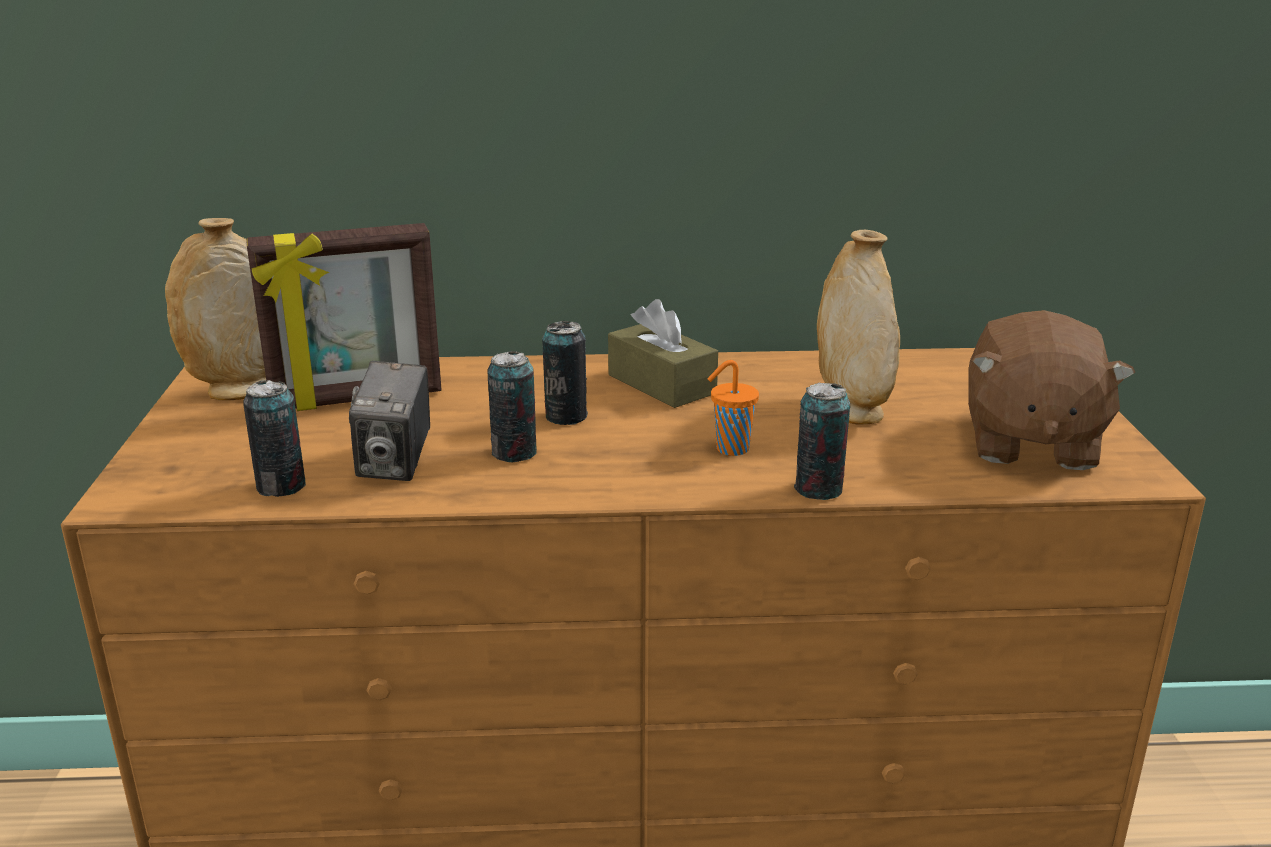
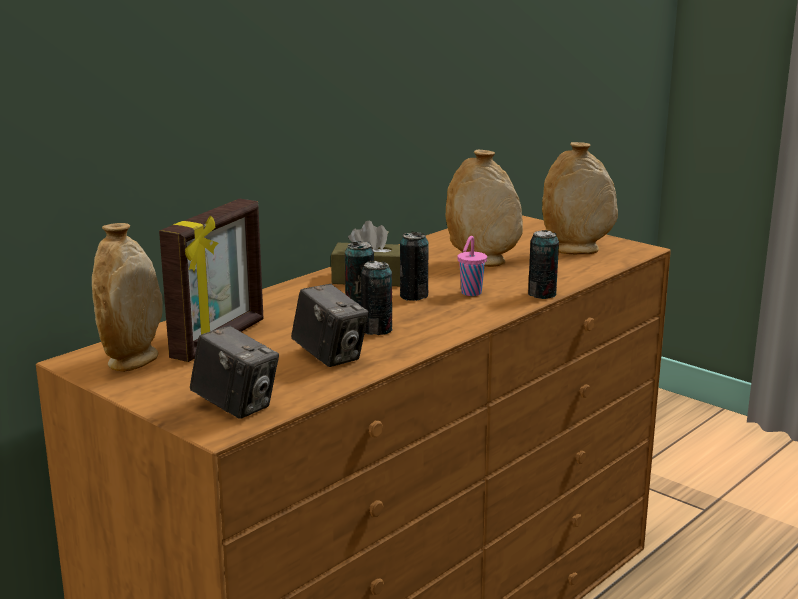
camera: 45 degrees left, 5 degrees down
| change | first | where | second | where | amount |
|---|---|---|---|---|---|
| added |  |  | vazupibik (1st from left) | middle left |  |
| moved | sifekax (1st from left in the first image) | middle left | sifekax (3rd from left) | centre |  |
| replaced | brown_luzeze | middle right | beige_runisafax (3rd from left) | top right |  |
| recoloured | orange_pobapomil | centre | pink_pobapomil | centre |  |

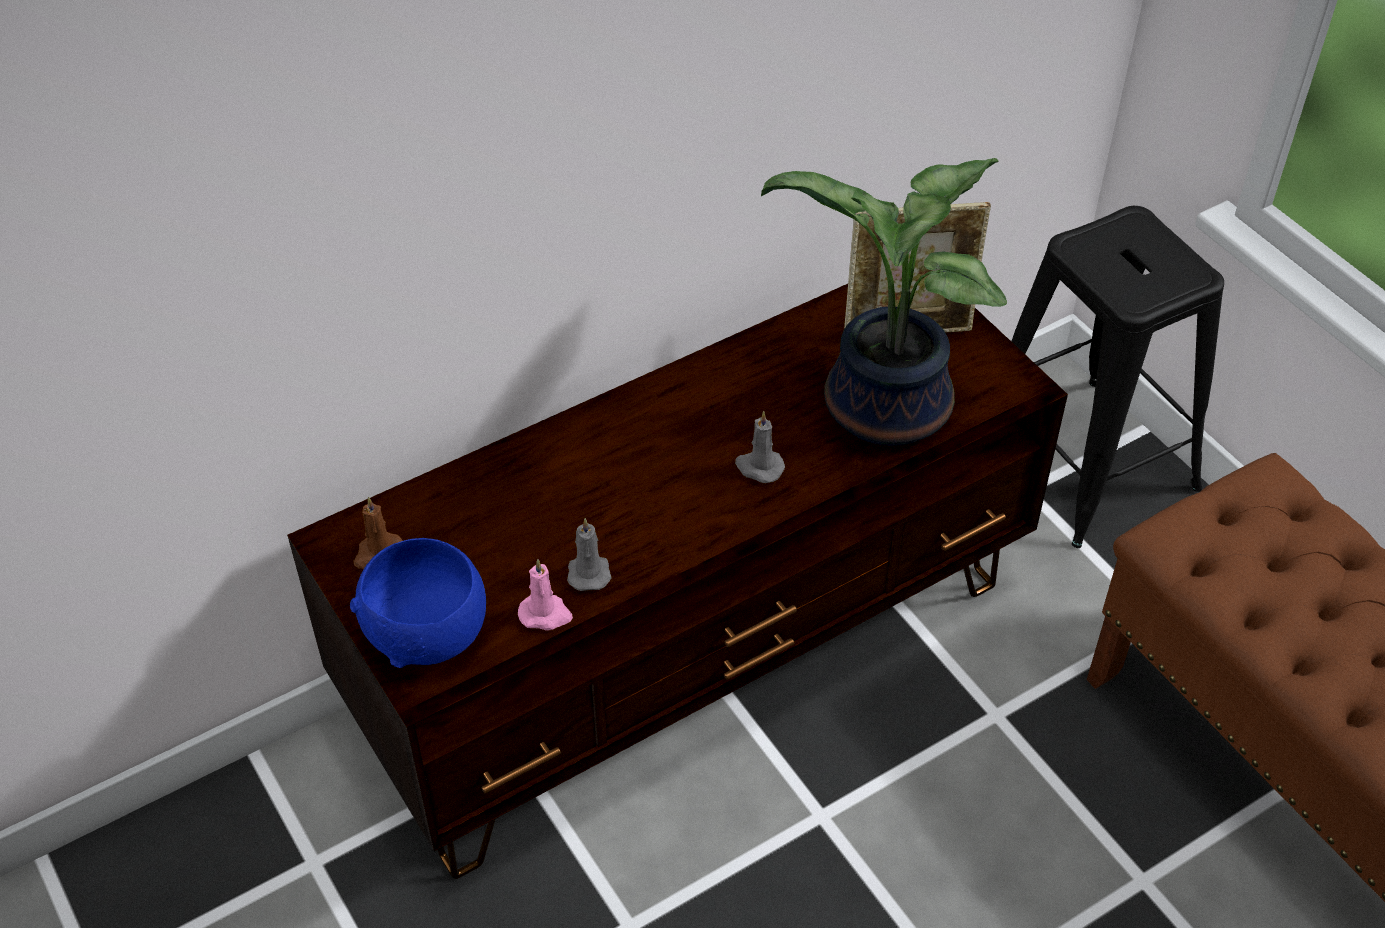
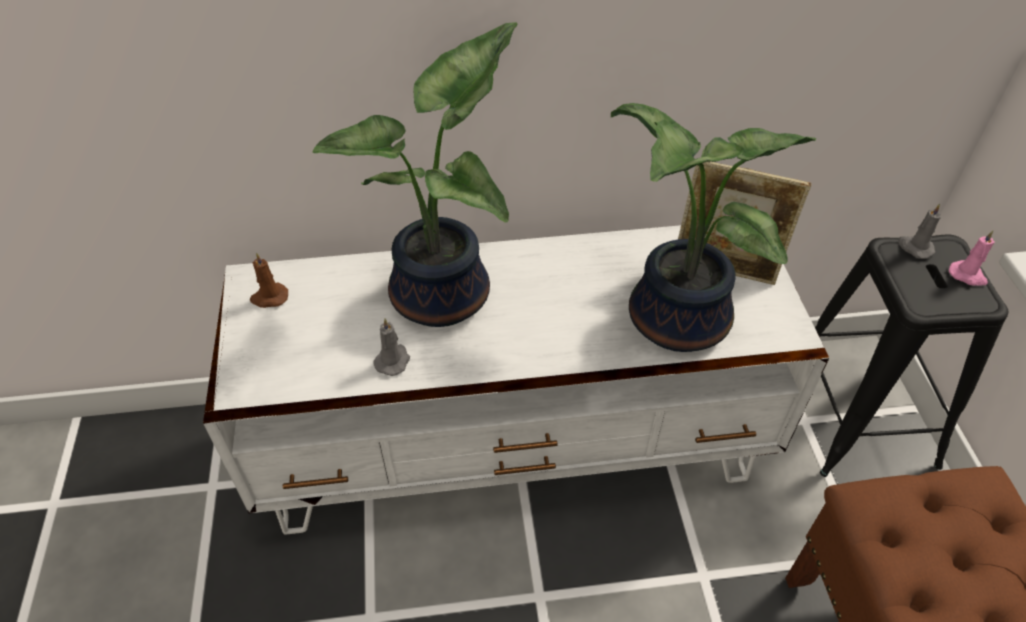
camera: 25 degrees right, 0 degrees up
| change | first | where | second | where | amount |
|---|---|---|---|---|---|
| removed | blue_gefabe | middle left |  |  |  |
| added |  |  | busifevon (1st from left) | top centre |  |
| moved | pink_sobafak | centre |  | middle right |  |
| moved | grey_sobafak (2nd from left) | centre |  | middle right |  |
| recoloured | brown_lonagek | centre | white_lonagek | centre |  |

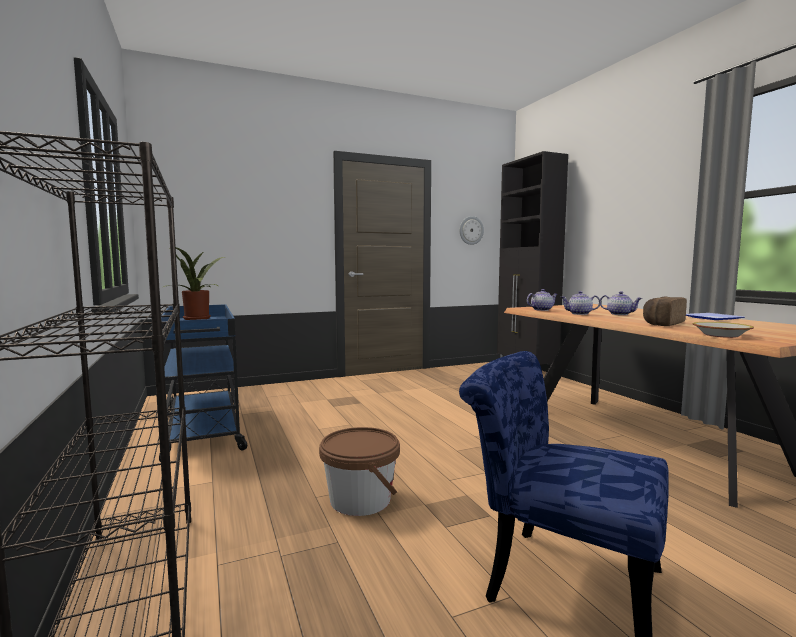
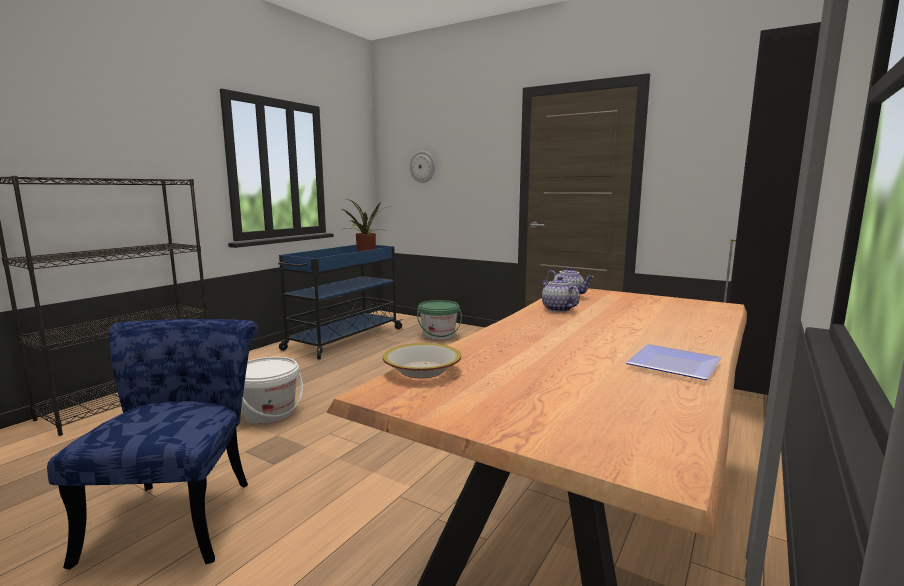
camera: 55 degrees right, 5 degrees up
| change | first | where | second | where | amount |
|---|---|---|---|---|---|
| removed | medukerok (3rd from left) | middle right |  |  |  |
| removed | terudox | middle right |  |  |  |
| added |  |  | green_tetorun | centre |  |
| moved | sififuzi | centre |  | top centre |  |
| recoloured | brown_tetorun | bottom centre | white_tetorun | middle left |  |

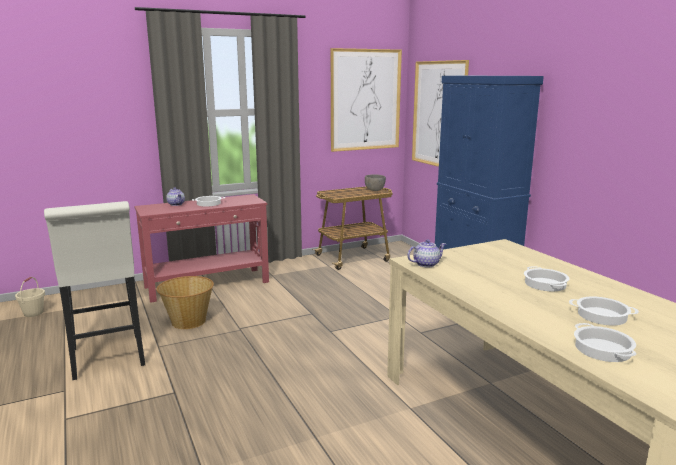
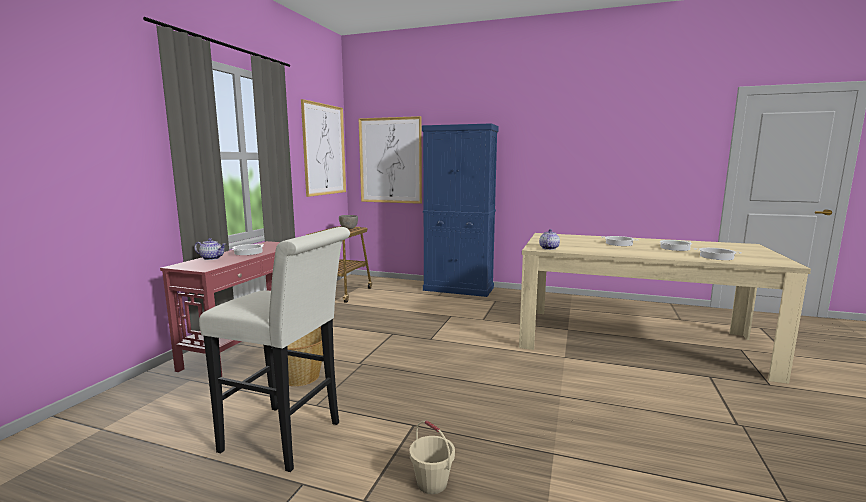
camera: 45 degrees left, 5 degrees down
| change | first | where | second | where | amount |
|---|---|---|---|---|---|
| moved | beige_tetorun | middle left |  | bottom centre |  |

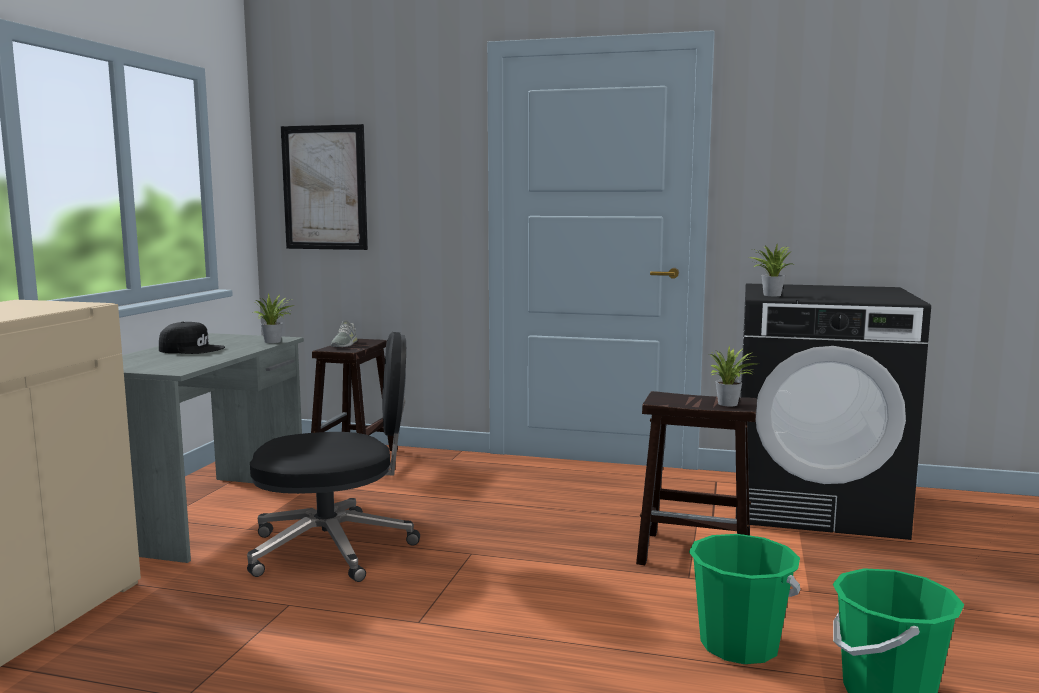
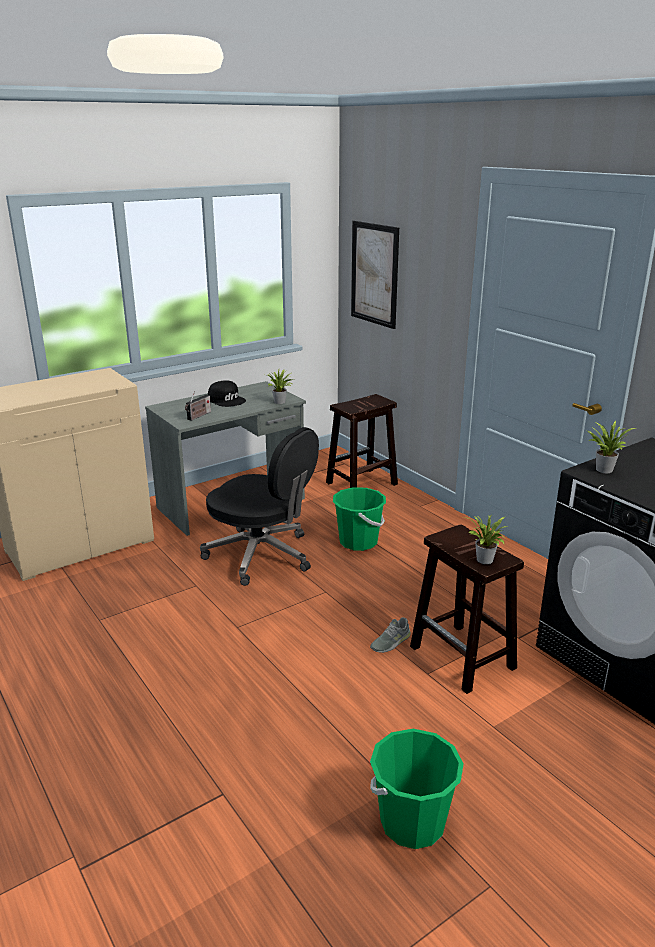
camera: 40 degrees right, 15 degrees up
| change | first | where | second | where | amount |
|---|---|---|---|---|---|
| added |  |  | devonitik | middle left |  |
| moved | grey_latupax | middle left |  | bottom centre |  |
| moved | green_tetorun (1st from left) | bottom right |  | centre |  |

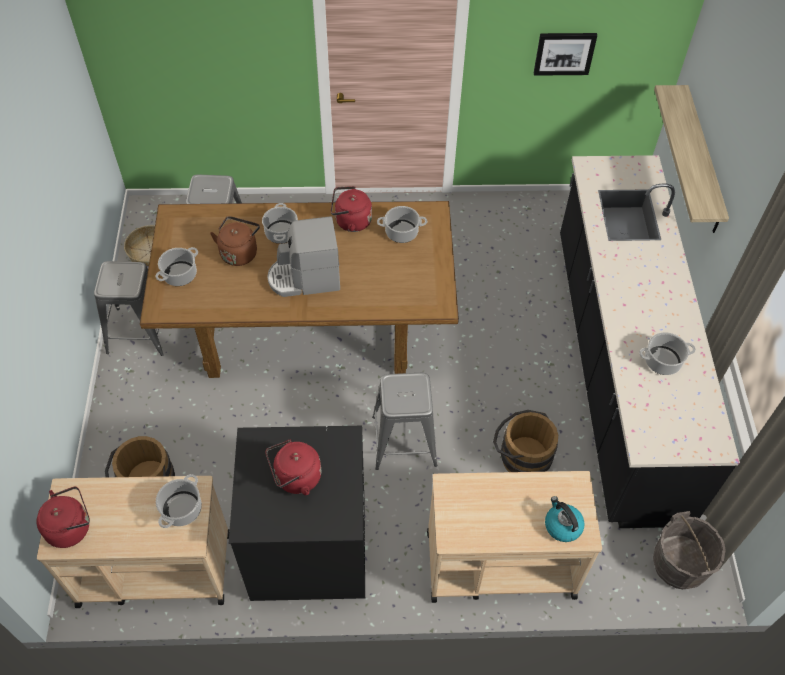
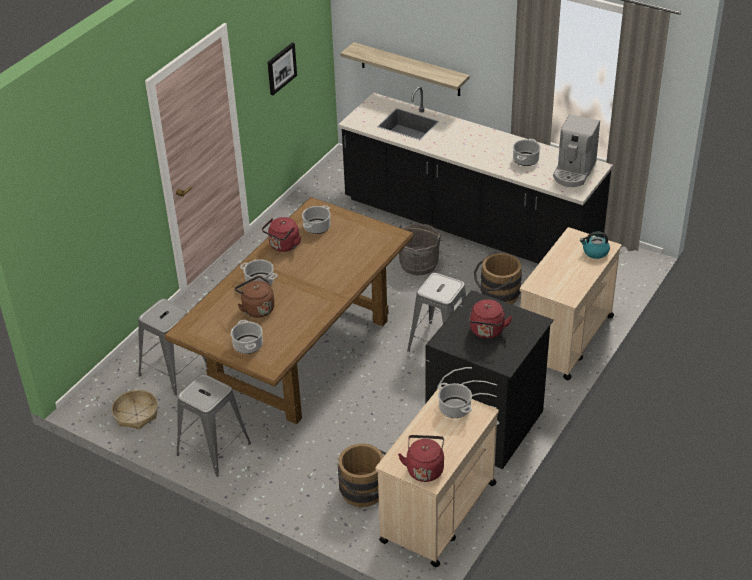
camera: 55 degrees left, 15 degrees down
| change | first | where | second | where | amount |
|---|---|---|---|---|---|
| moved | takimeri | centre |  | top right |  |
| moved | grey_tetorun | bottom right |  | centre |  |

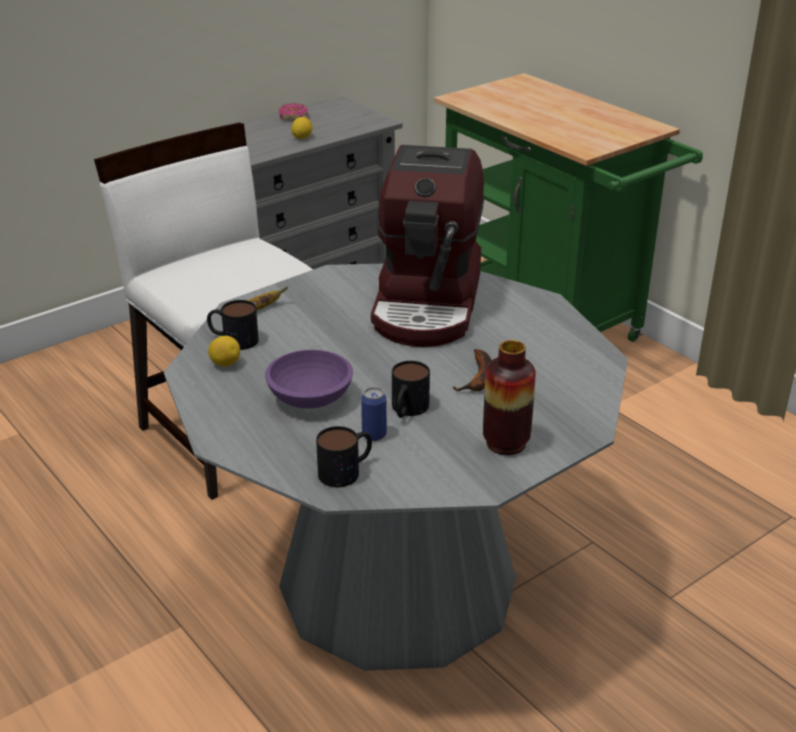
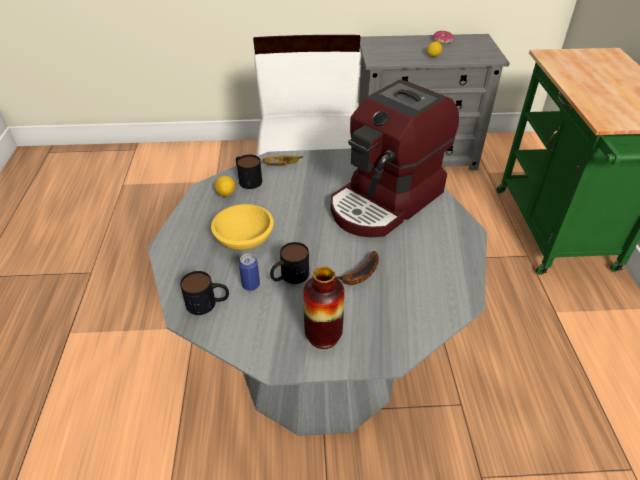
camera: 35 degrees right, 10 degrees up
| change | first | where | second | where | amount |
|---|---|---|---|---|---|
| recoloured | purple_gefabe | centre | yellow_gefabe | centre |  |

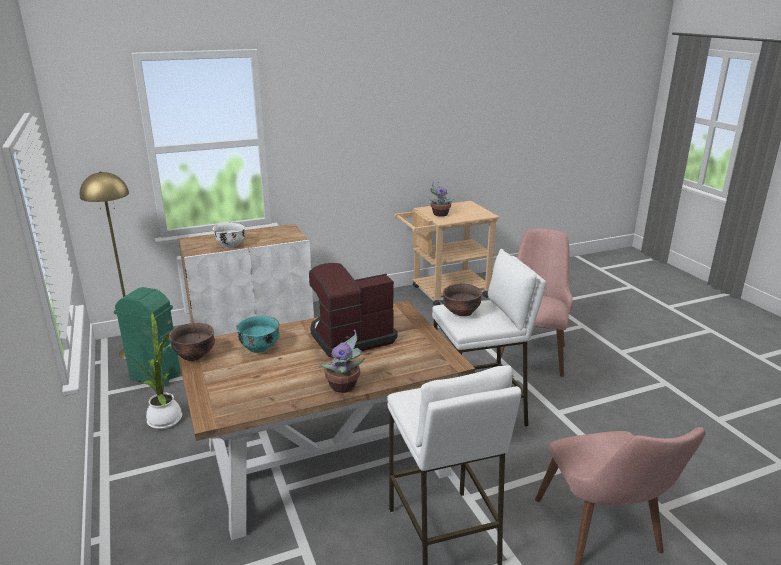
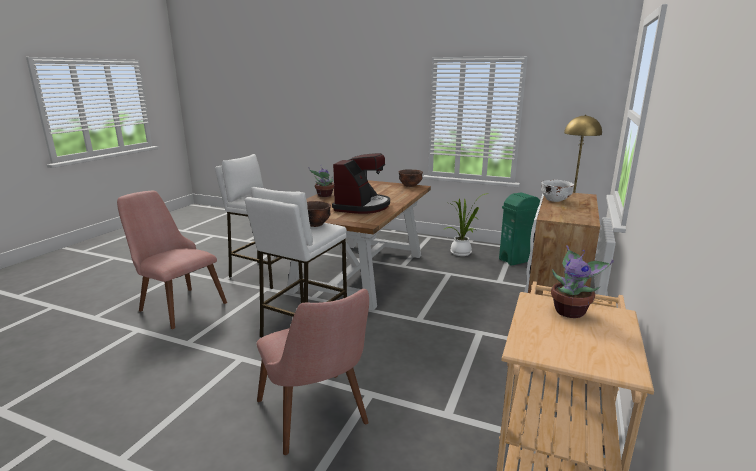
camera: 135 degrees right, 5 degrees down
| change | first | where | second | where | amount |
|---|---|---|---|---|---|
| removed | turquoise_gefabe | middle left |  |  |  |

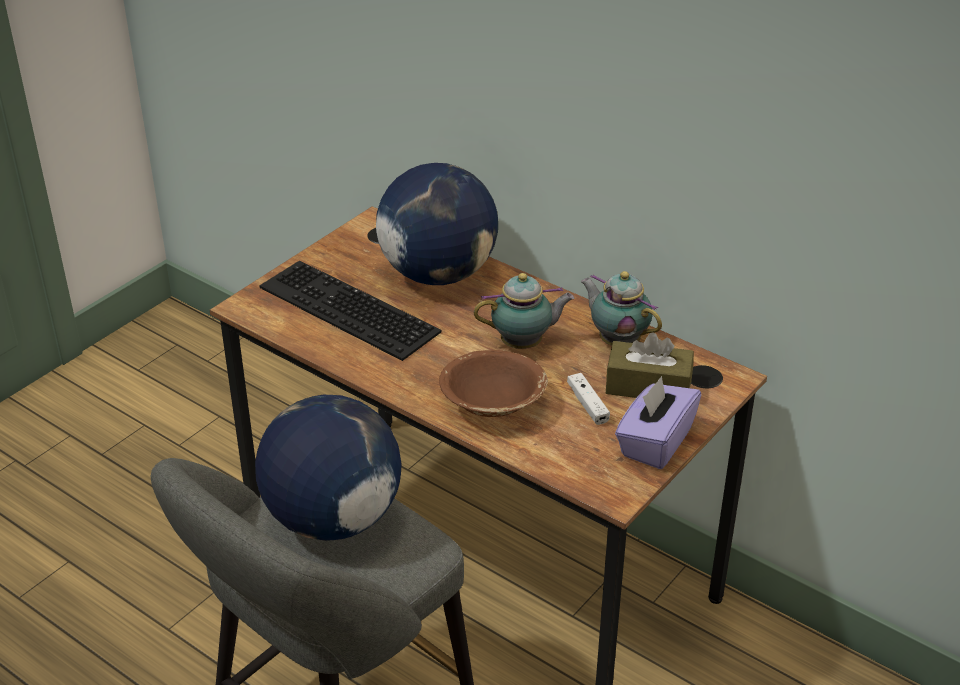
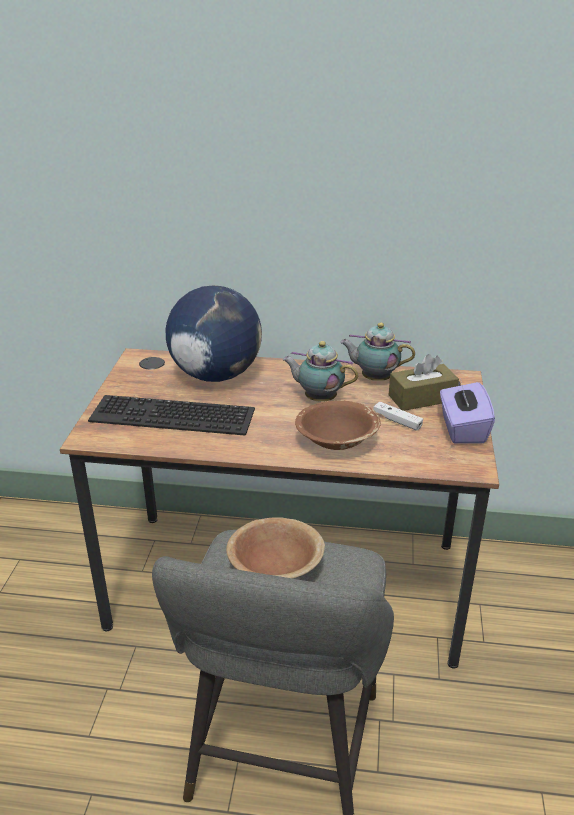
camera: 30 degrees left, 5 degrees down
| change | first | where | second | where | amount |
|---|---|---|---|---|---|
| replaced | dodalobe (1st from left) | bottom centre | brown_gefabe (1st from left) | bottom centre |  |
| turned | medukerok (1st from left) | centre |  | centre | 120 degrees counterclockwise |

